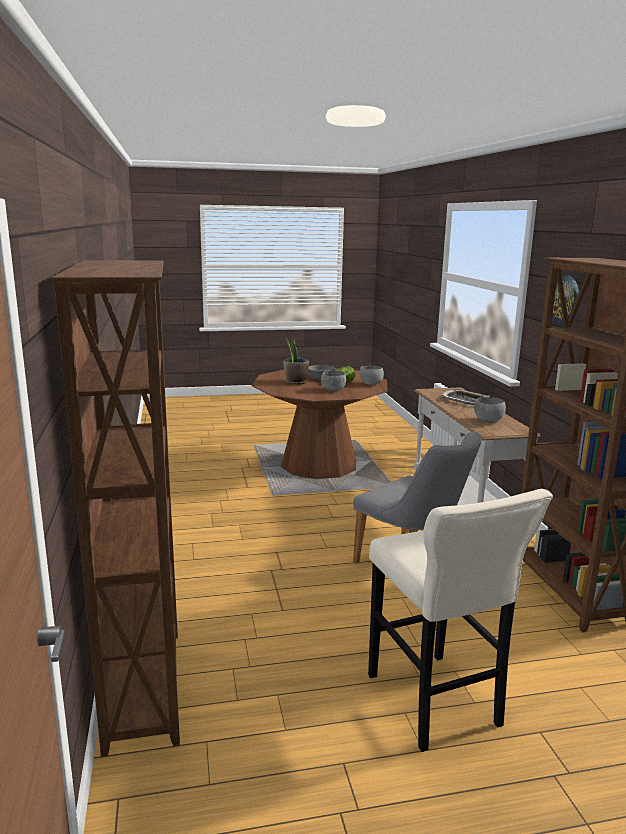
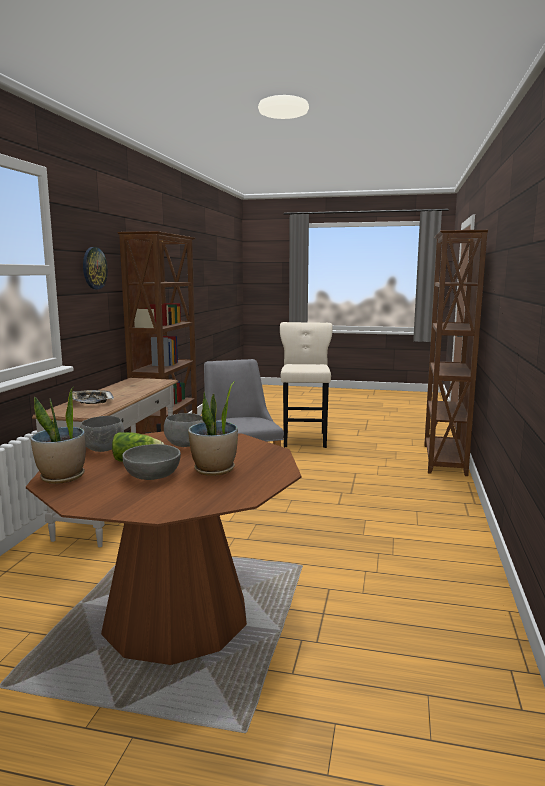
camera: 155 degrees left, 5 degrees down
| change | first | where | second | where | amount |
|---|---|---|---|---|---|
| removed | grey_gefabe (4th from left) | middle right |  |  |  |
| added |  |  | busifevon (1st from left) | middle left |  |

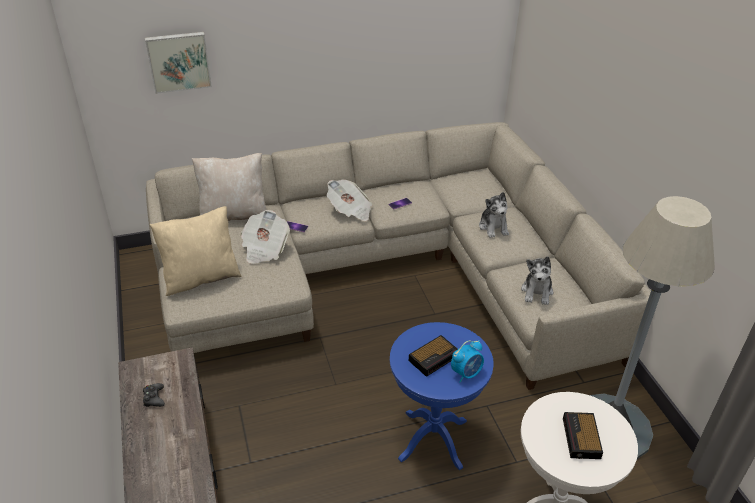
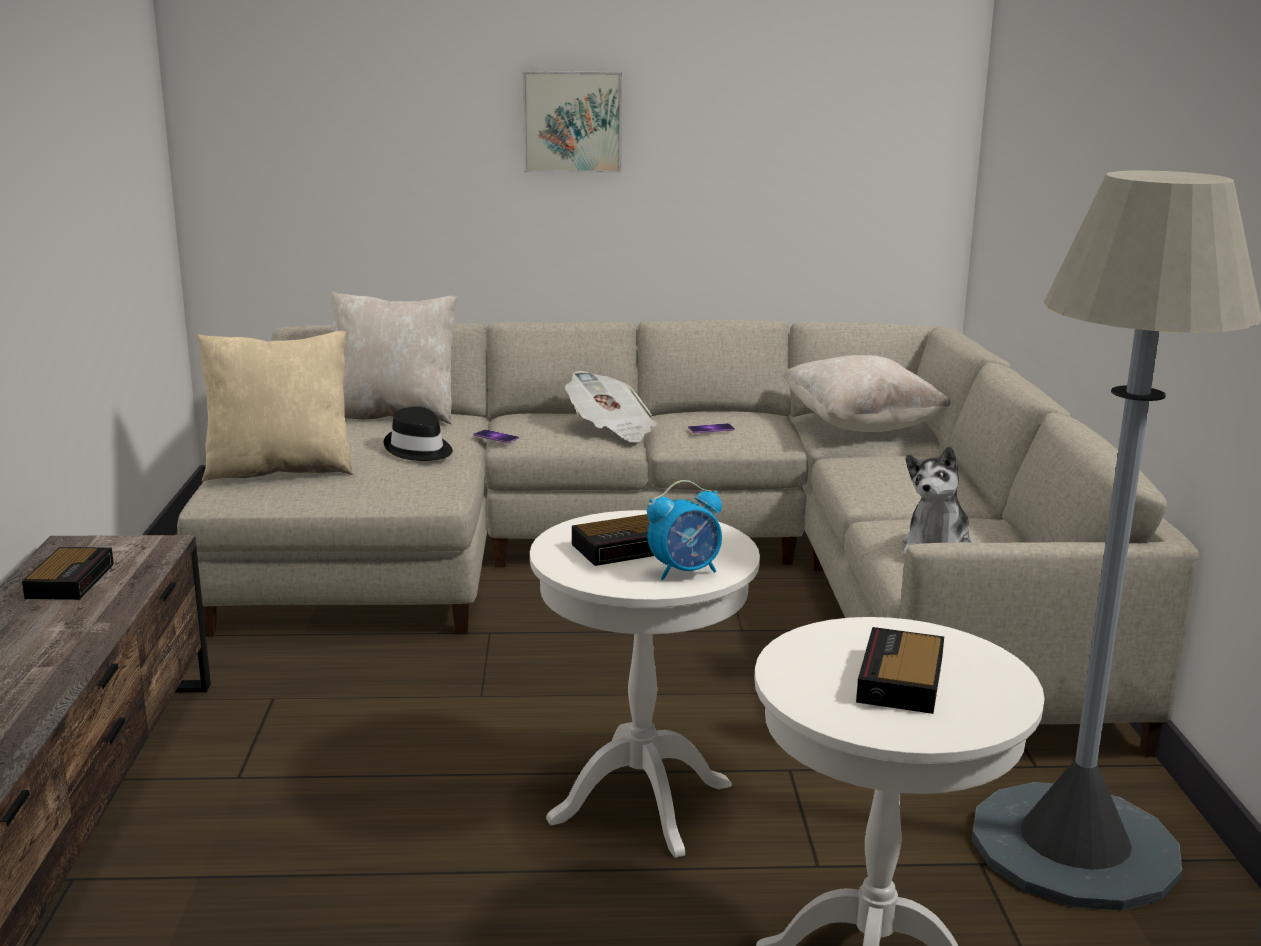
camera: 15 degrees right, 20 degrees down
| change | first | where | second | where | amount |
|---|---|---|---|---|---|
| removed | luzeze (1st from left) | centre |  |  |  |
| added |  |  | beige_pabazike (3rd from left) | middle right |  |
| moved | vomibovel | top left |  | top centre |  |
| replaced | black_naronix | bottom left | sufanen (1st from left) | middle left |  |
| replaced | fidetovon (1st from left) | centre | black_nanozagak | middle left |  |
| recoloured | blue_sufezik | bottom centre | white_sufezik (1st from left) | bottom centre |  |

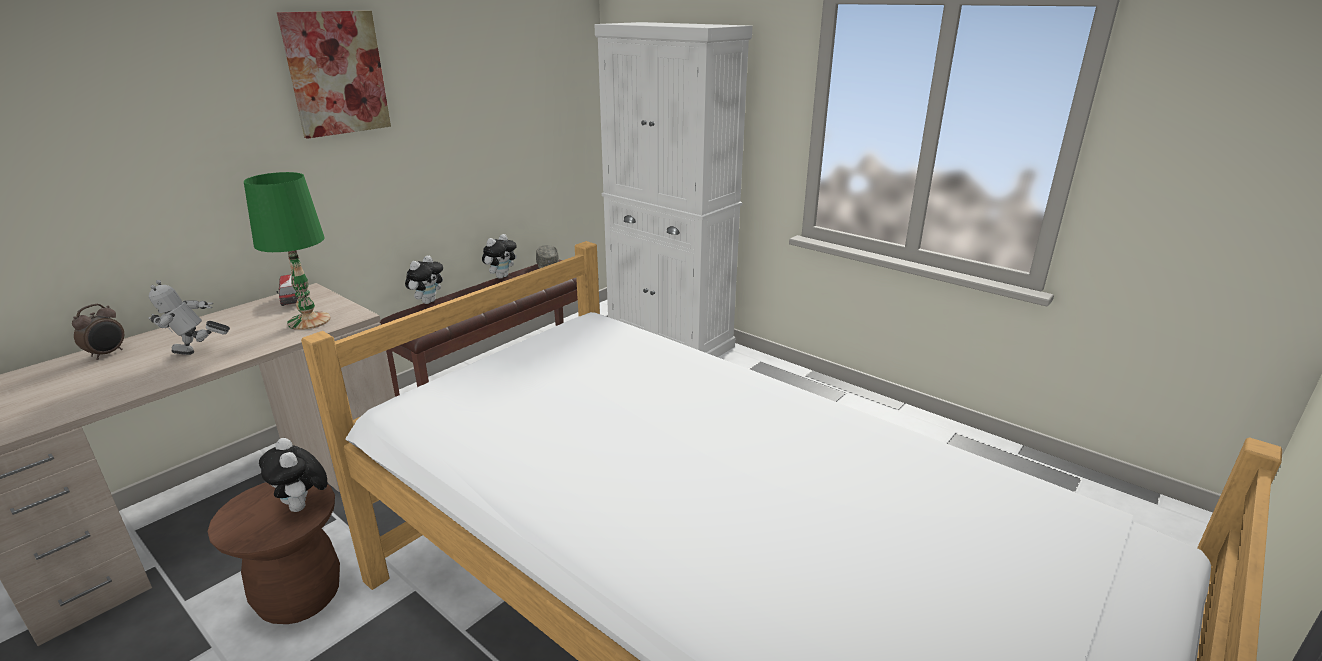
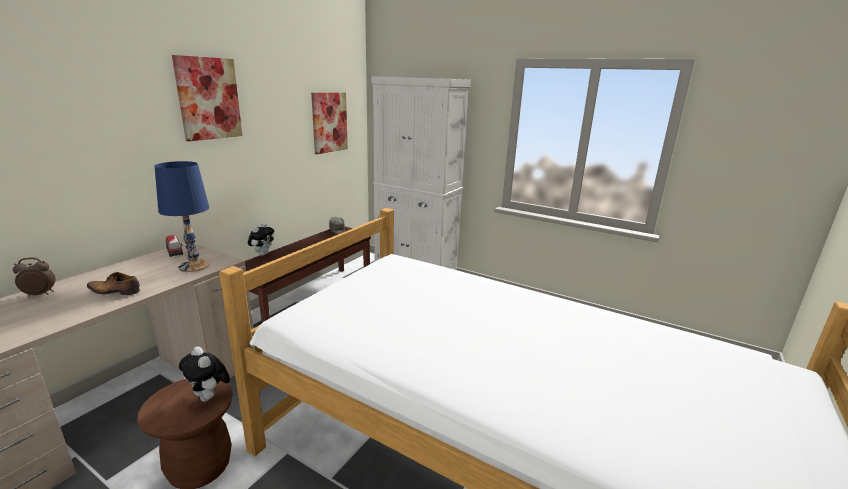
camera: 10 degrees left, 5 degrees down
| change | first | where | second | where | amount |
|---|---|---|---|---|---|
| removed | luzeze (3rd from left) | centre |  |  |  |
| added |  |  | vomibovel (2nd from left) | top centre |  |
| replaced | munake | middle left | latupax | middle left |  |
| recoloured | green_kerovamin | middle left | blue_kerovamin | middle left |  |
| turned | sufanen | middle left |  | middle left | 120 degrees counterclockwise |

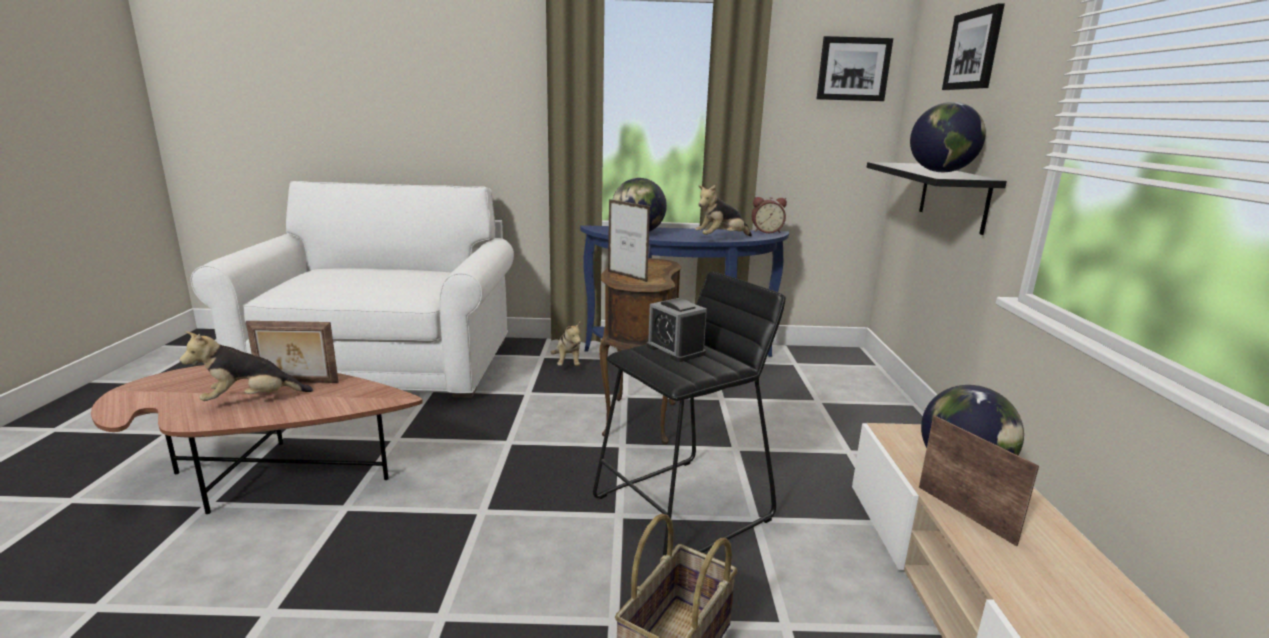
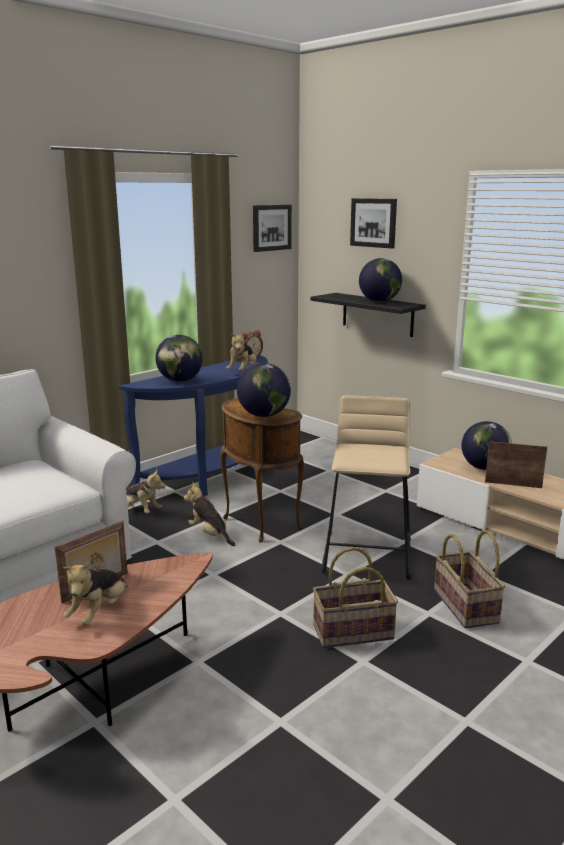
camera: 45 degrees left, 0 degrees up
| change | first | where | second | where | amount |
|---|---|---|---|---|---|
| removed | sufanen (1st from left) | centre |  |  |  |
| added |  |  | luzeze (3rd from left) | centre |  |
| added |  |  | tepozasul (1st from left) | bottom centre |  |
| replaced | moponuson (2nd from left) | centre | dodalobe (2nd from left) | centre |  |
| recoloured | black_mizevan | centre | beige_mizevan | centre |  |

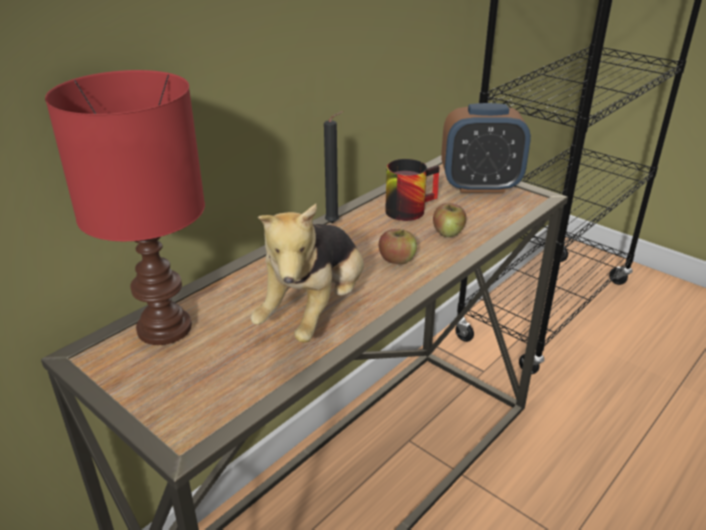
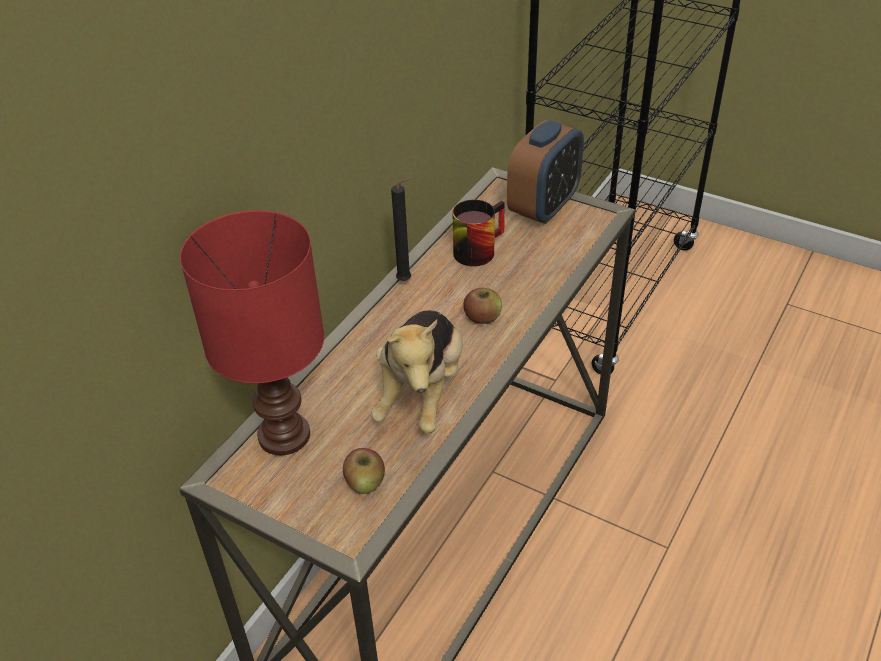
camera: 10 degrees left, 10 degrees up
| change | first | where | second | where | amount |
|---|---|---|---|---|---|
| moved | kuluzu (2nd from left in the first image) | centre | kuluzu (1st from left) | bottom centre |  |
| turned | sufanen | top right |  | top centre | 45 degrees counterclockwise |

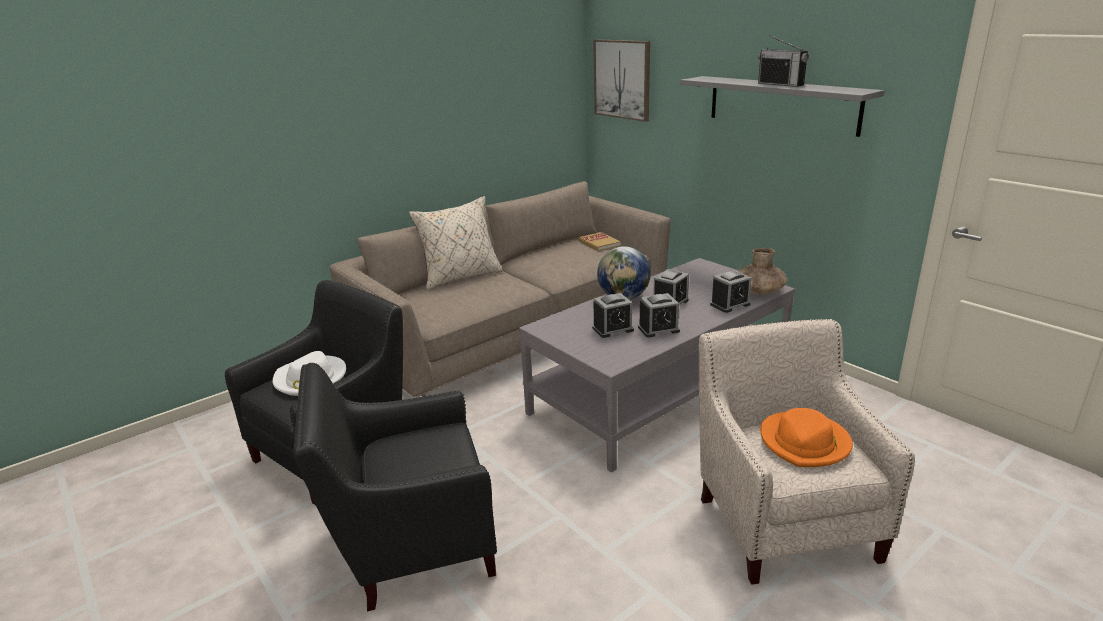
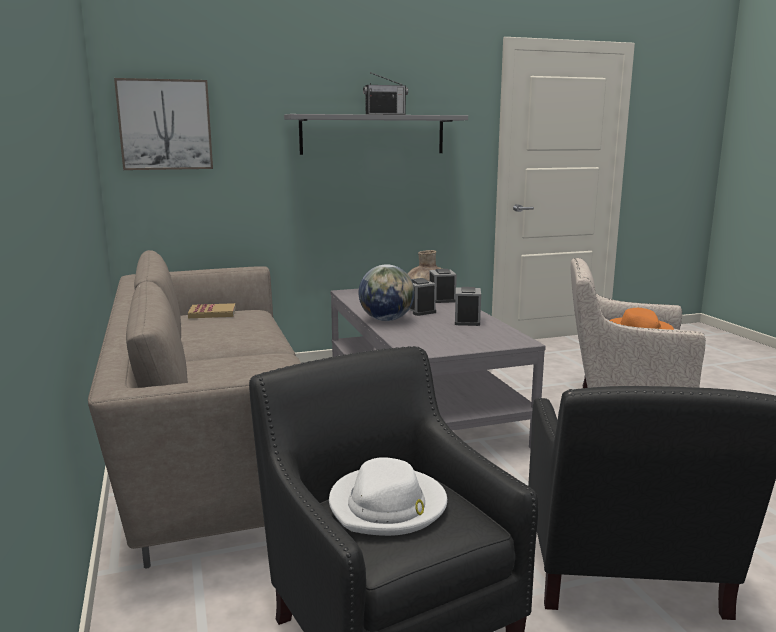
camera: 70 degrees left, 10 degrees down
| change | first | where | second | where | amount |
|---|---|---|---|---|---|
| removed | beige_pabazike | centre |  |  |  |
| removed | sufanen (1st from left) | centre |  |  |  |

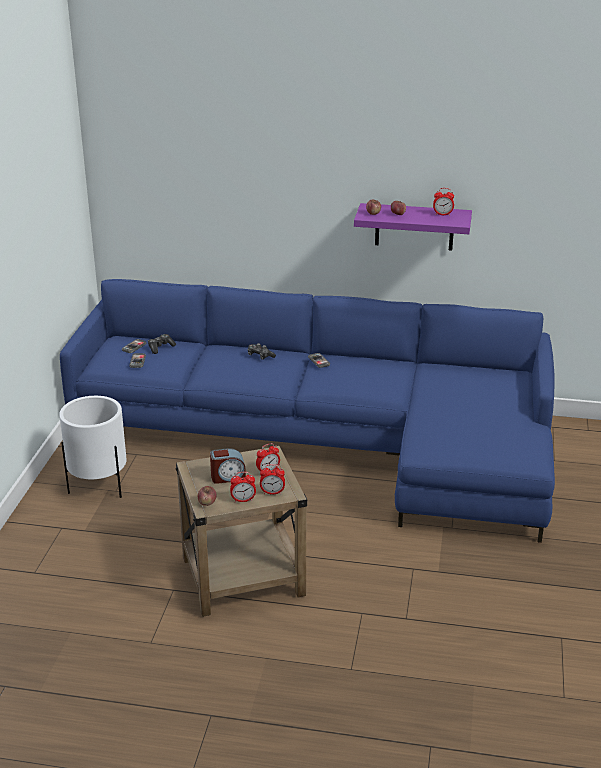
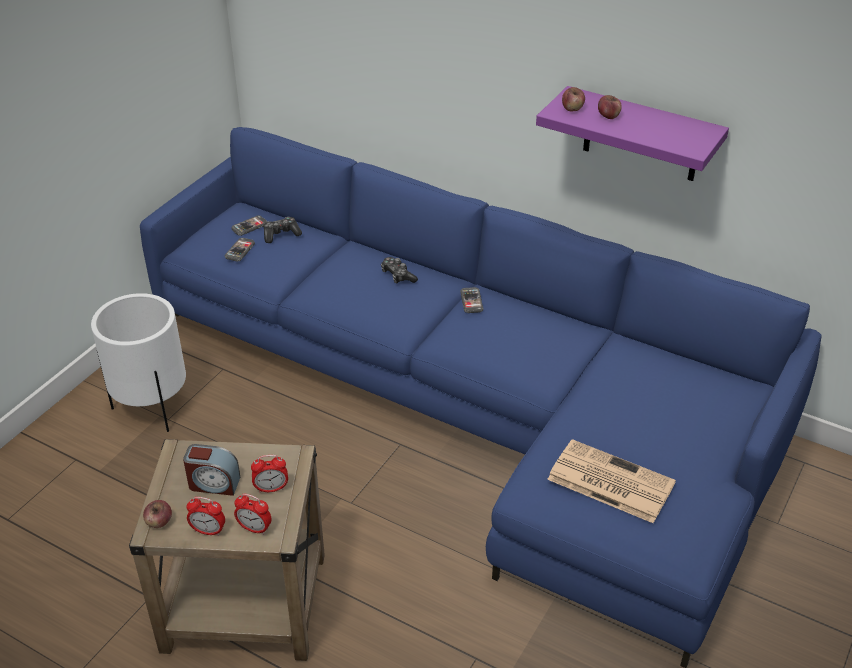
camera: 20 degrees right, 10 degrees up
| change | first | where | second | where | amount |
|---|---|---|---|---|---|
| removed | sufanen (5th from left) | top right |  |  |  |
| added |  |  | fidetovon | bottom right |  |

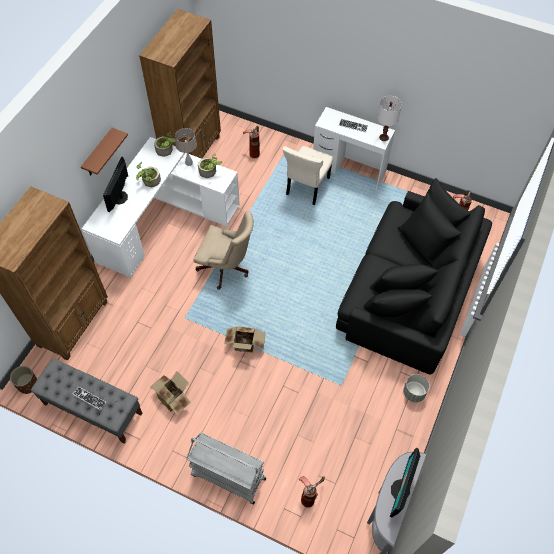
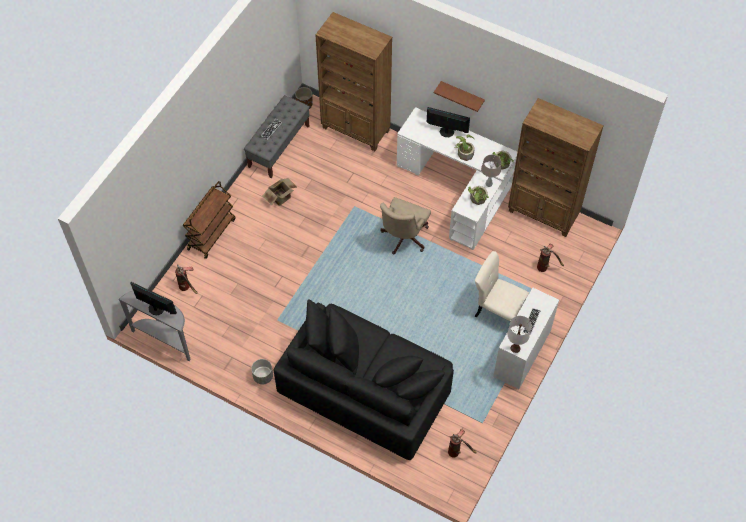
camera: 95 degrees right, 0 degrees up
| change | first | where | second | where | amount |
|---|---|---|---|---|---|
| removed | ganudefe (2nd from left) | centre |  |  |  |
| recoloured | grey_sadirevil | bottom centre | brown_sadirevil | middle left |  |

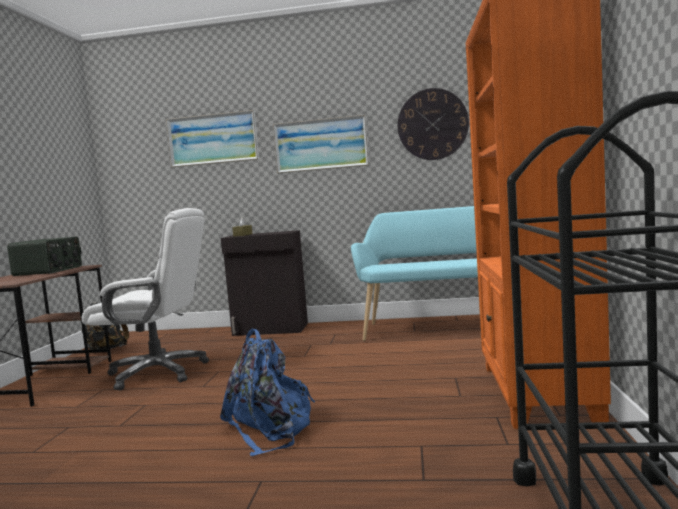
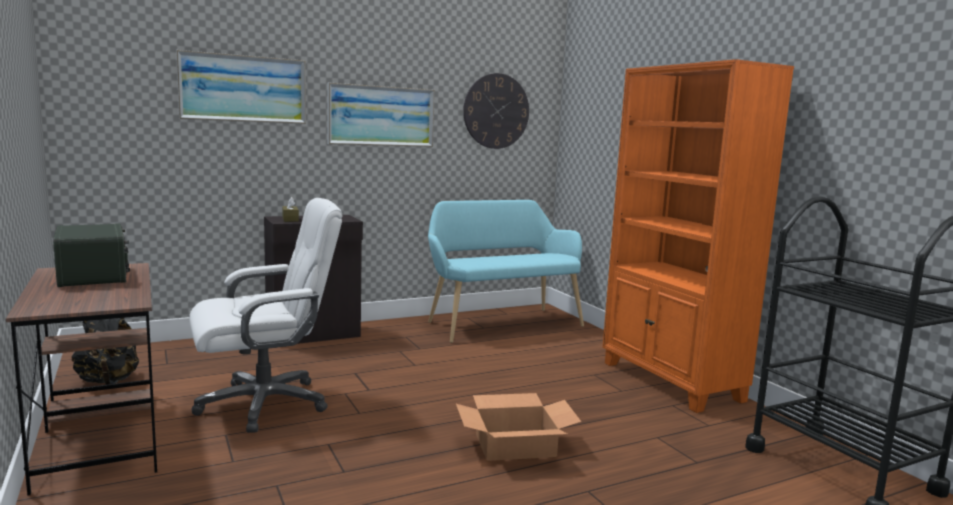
camera: 35 degrees left, 5 degrees up
| change | first | where | second | where | amount |
|---|---|---|---|---|---|
| replaced | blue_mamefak | bottom centre | ganudefe | bottom centre |  |

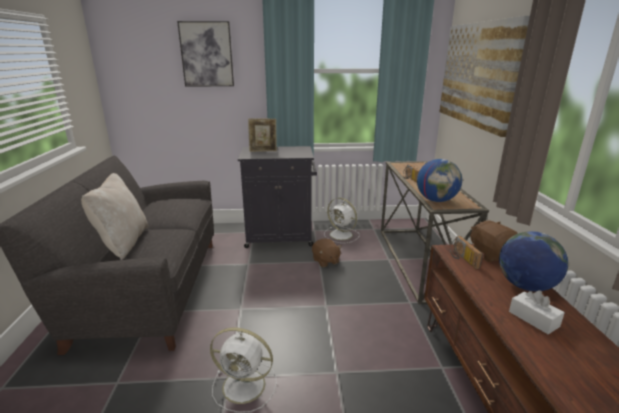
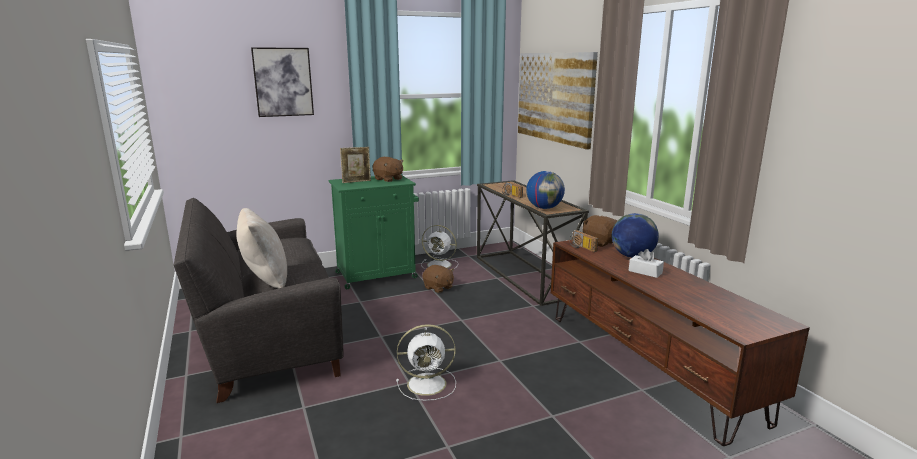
camera: 20 degrees left, 5 degrees down
| change | first | where | second | where | amount |
|---|---|---|---|---|---|
| added |  |  | brown_luzeze (1st from left) | centre |  |
| recoloured | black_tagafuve | centre | green_tagafuve | centre |  |

